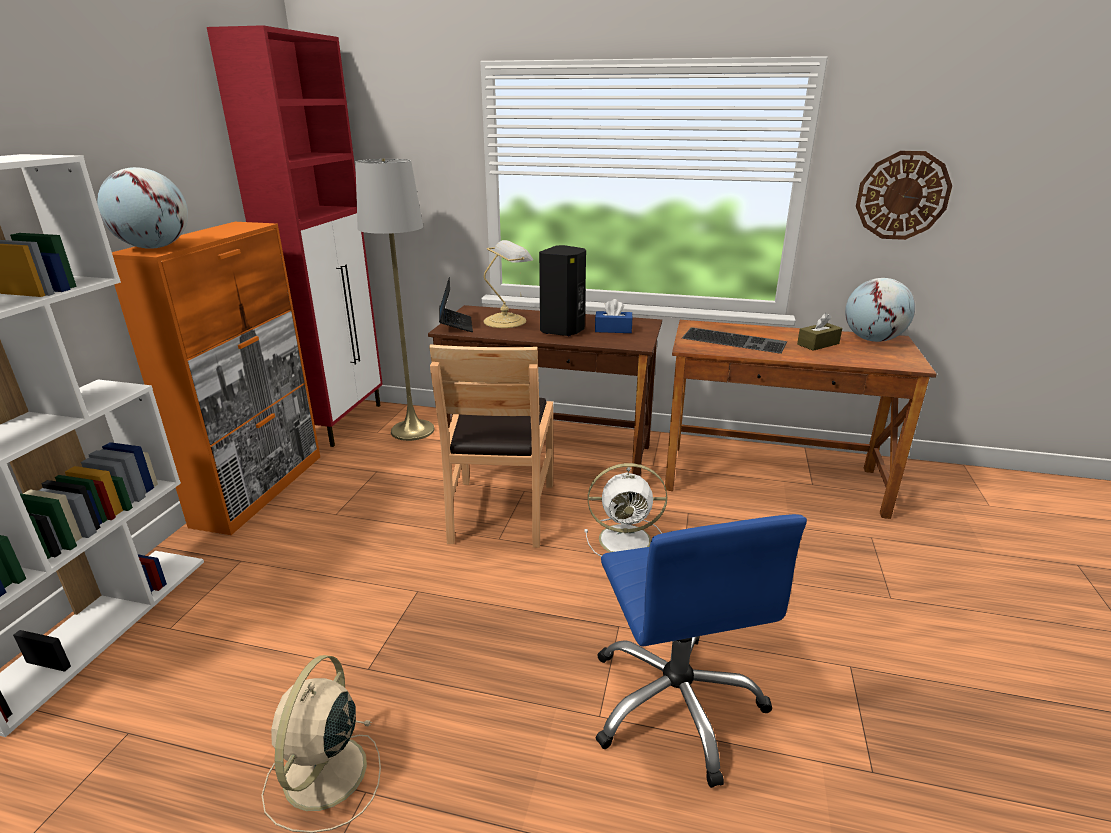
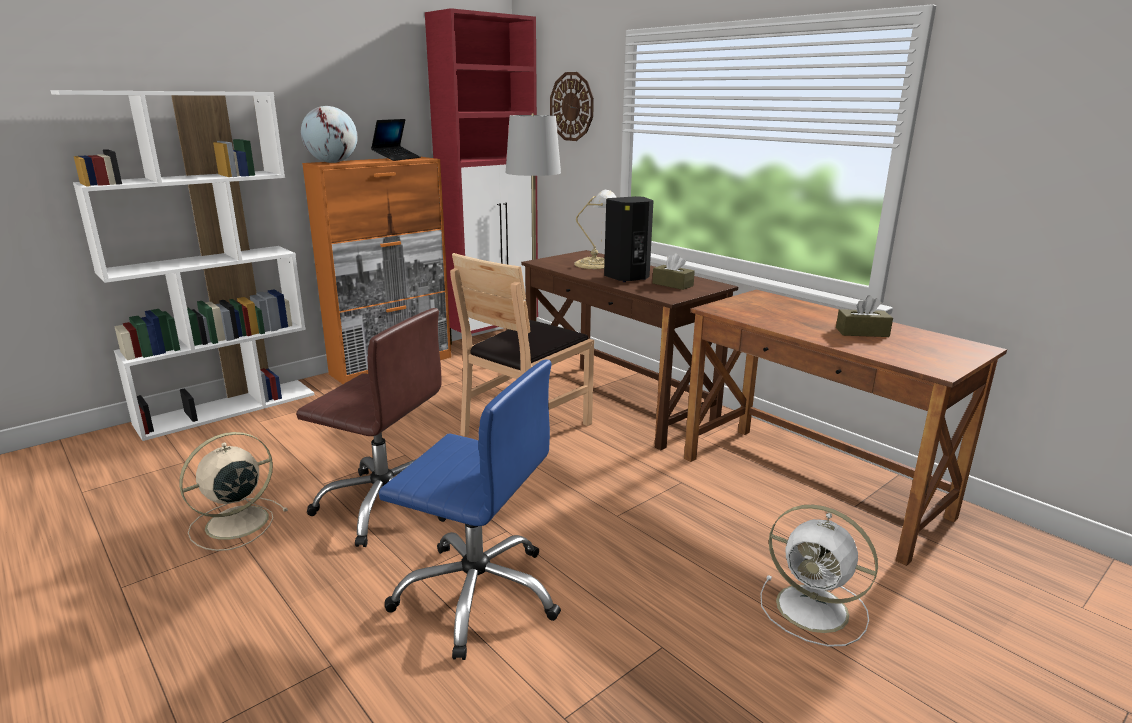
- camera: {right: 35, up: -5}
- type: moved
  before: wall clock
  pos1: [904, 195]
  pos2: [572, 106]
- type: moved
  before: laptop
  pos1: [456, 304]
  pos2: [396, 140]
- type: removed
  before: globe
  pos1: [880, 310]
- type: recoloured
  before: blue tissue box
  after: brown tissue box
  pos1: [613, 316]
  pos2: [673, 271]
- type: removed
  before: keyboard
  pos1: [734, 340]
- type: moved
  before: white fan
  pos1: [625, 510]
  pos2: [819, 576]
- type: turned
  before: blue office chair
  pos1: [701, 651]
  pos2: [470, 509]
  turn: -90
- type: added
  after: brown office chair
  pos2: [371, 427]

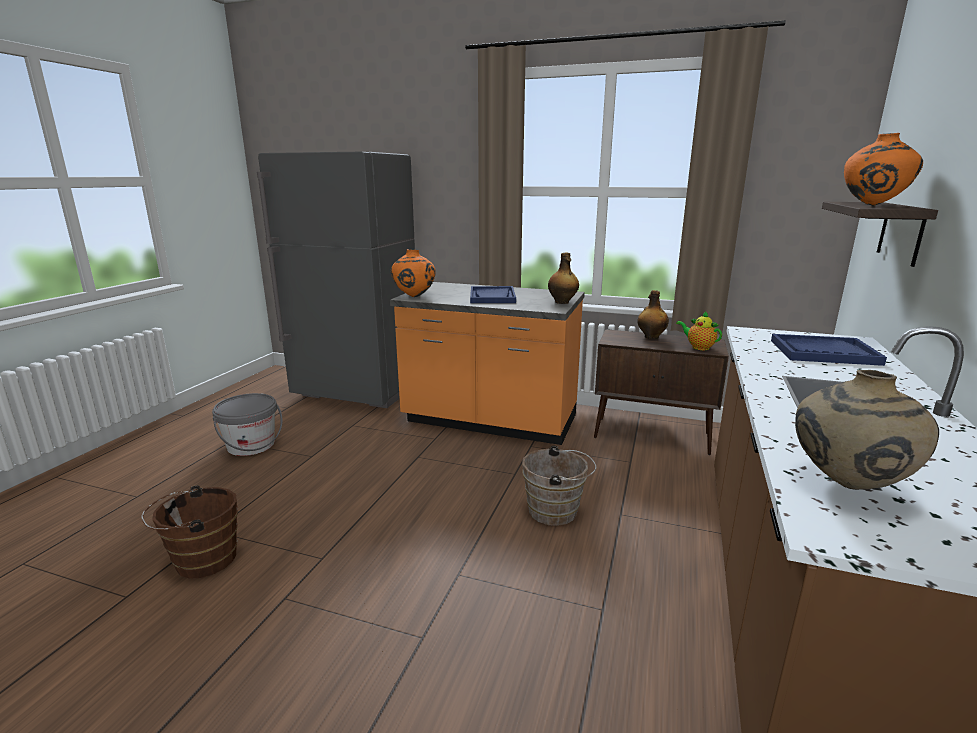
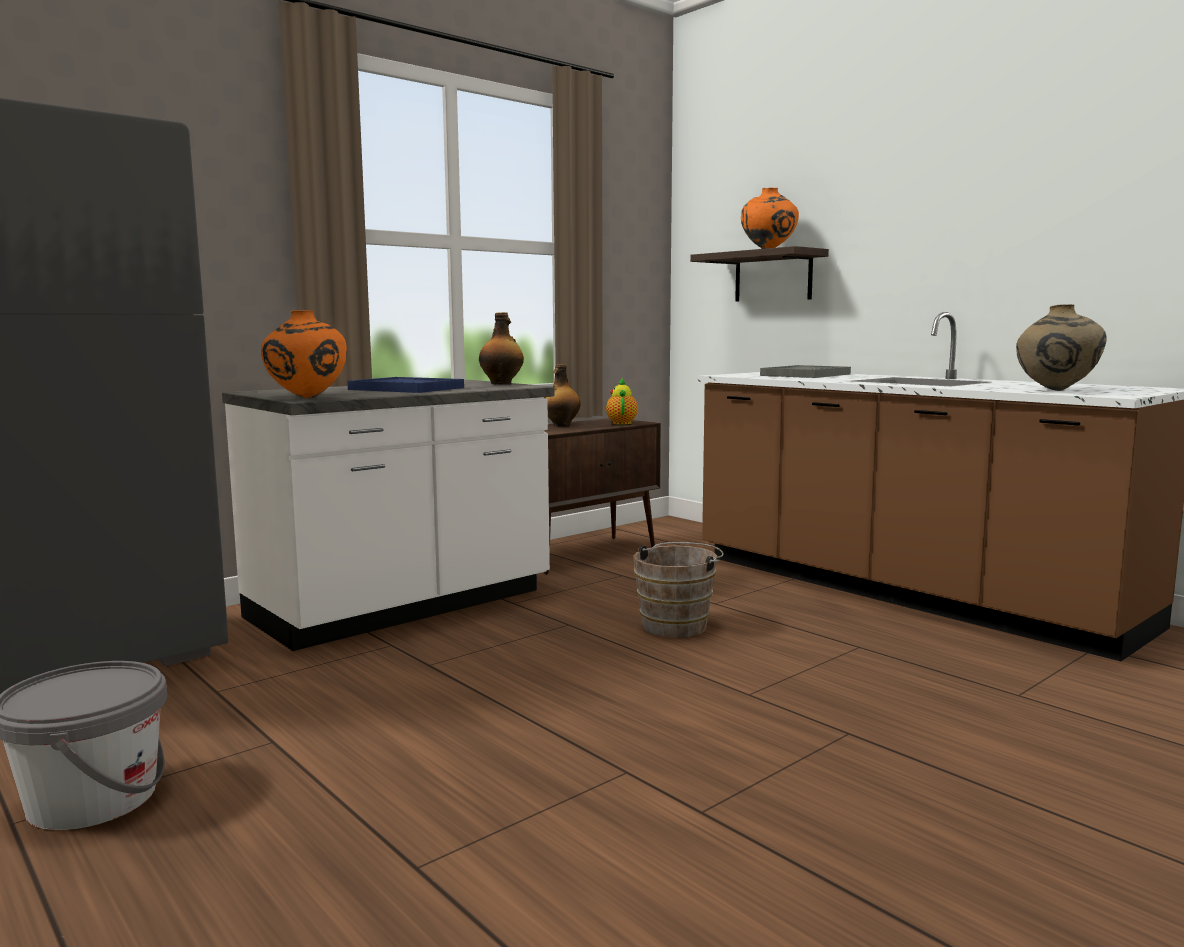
- camera: {right: -60, up: -10}
- type: recoloured
  before: orange counter
  after: white counter
  pos1: [487, 363]
  pos2: [388, 515]
- type: turned
  before: teapot
  pos1: [699, 330]
  pos2: [622, 401]
  turn: 105
- type: recoloured
  before: blue tray
  after: grey tray
  pos1: [829, 350]
  pos2: [805, 371]
- type: removed
  before: brown bucket
  pos1: [190, 531]

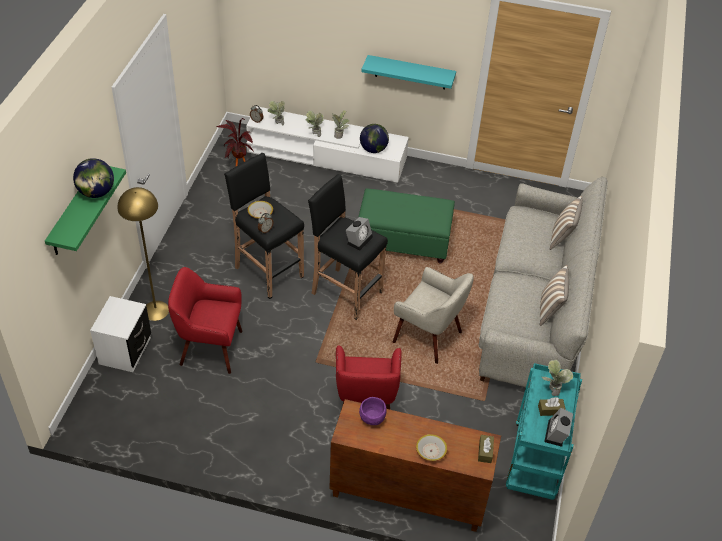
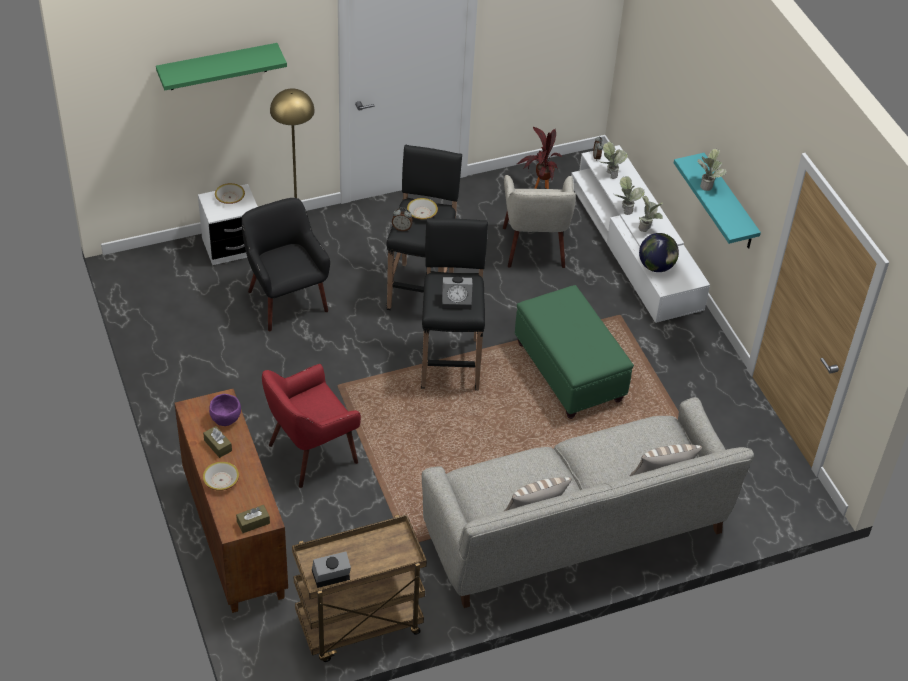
- camera: {right: 55, up: 0}
- type: removed
  before: globe
  pos1: [93, 178]
- type: recoloured
  before: red armchair
  after: black armchair
  pos1: [205, 320]
  pos2: [286, 264]
- type: moved
  before: beige armchair
  pos1: [433, 315]
  pos2: [539, 221]
- type: moved
  before: potted plant
  pos1: [557, 378]
  pos2: [712, 170]
- type: recoloured
  before: turquoise cart
  after: brown cart
  pos1: [544, 431]
  pos2: [359, 588]
- type: moved
  before: brown tissue box
  pos1: [552, 406]
  pos2: [217, 442]
- type: added
  after: bowl
  pos2: [230, 193]

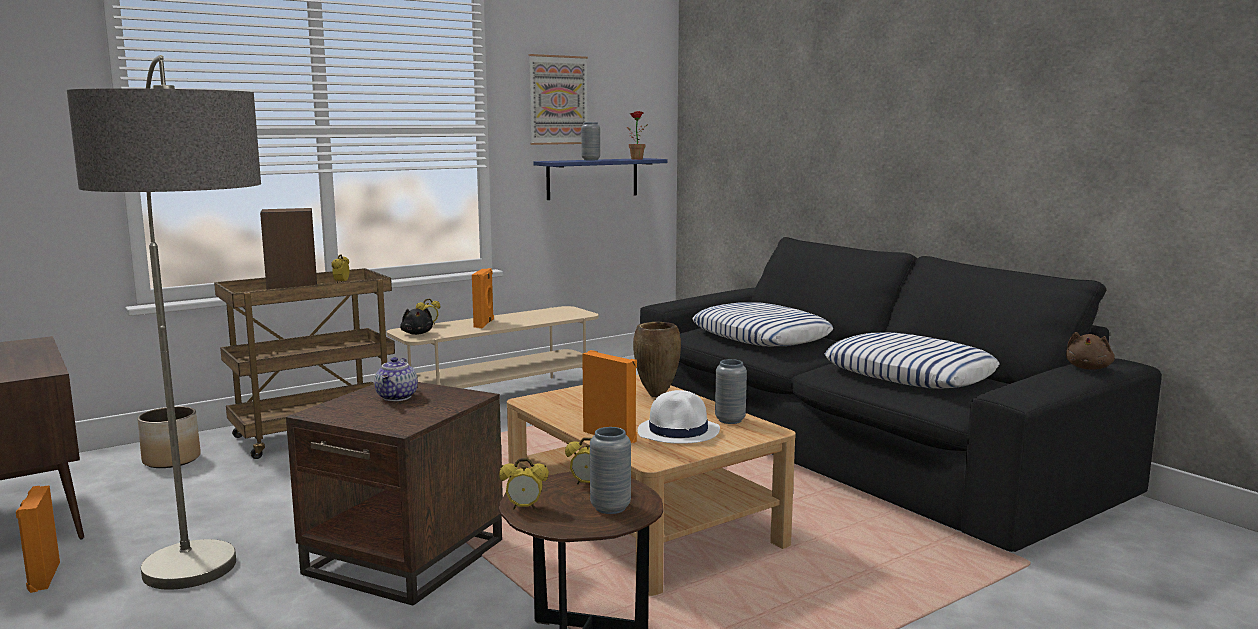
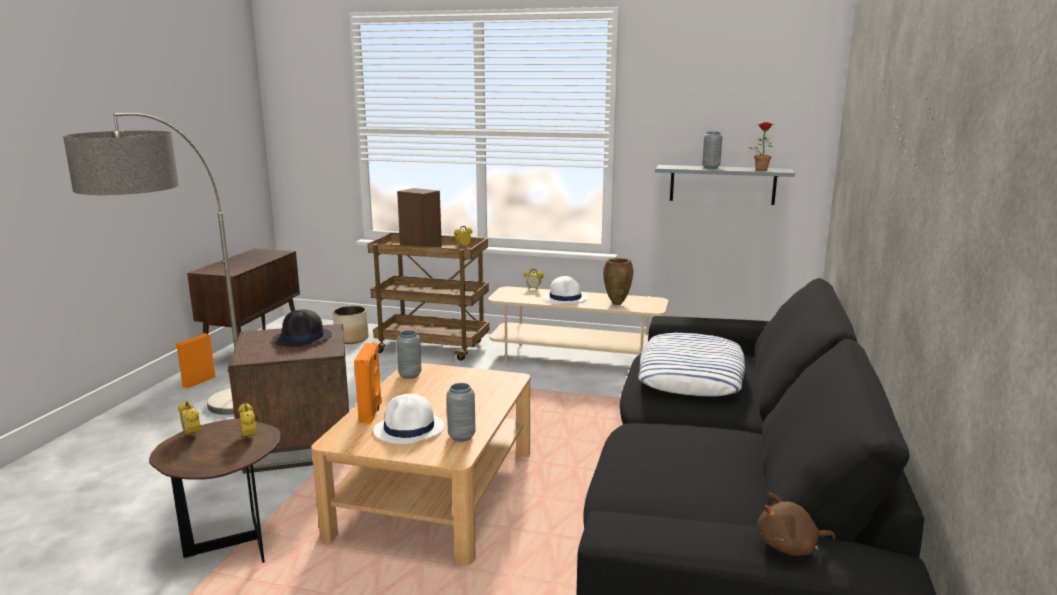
- camera: {right: 50, up: 5}
- type: removed
  before: picture
  pos1: [558, 99]
- type: recoloured
  before: blue shelf
  after: grey shelf
  pos1: [600, 179]
  pos2: [725, 185]
- type: replaced
  before: orange speaker
  after: white hat
  pos1: [483, 298]
  pos2: [566, 290]
- type: removed
  before: black plush toy
  pos1: [416, 321]
- type: moved
  before: brown vase
  pos1: [657, 359]
  pos2: [618, 281]
- type: removed
  before: pillow
  pos1: [912, 360]
- type: replaced
  before: teapot
  after: black hat
  pos1: [396, 379]
  pos2: [302, 328]
- type: moved
  before: grey vase
  pos1: [610, 470]
  pos2: [409, 354]

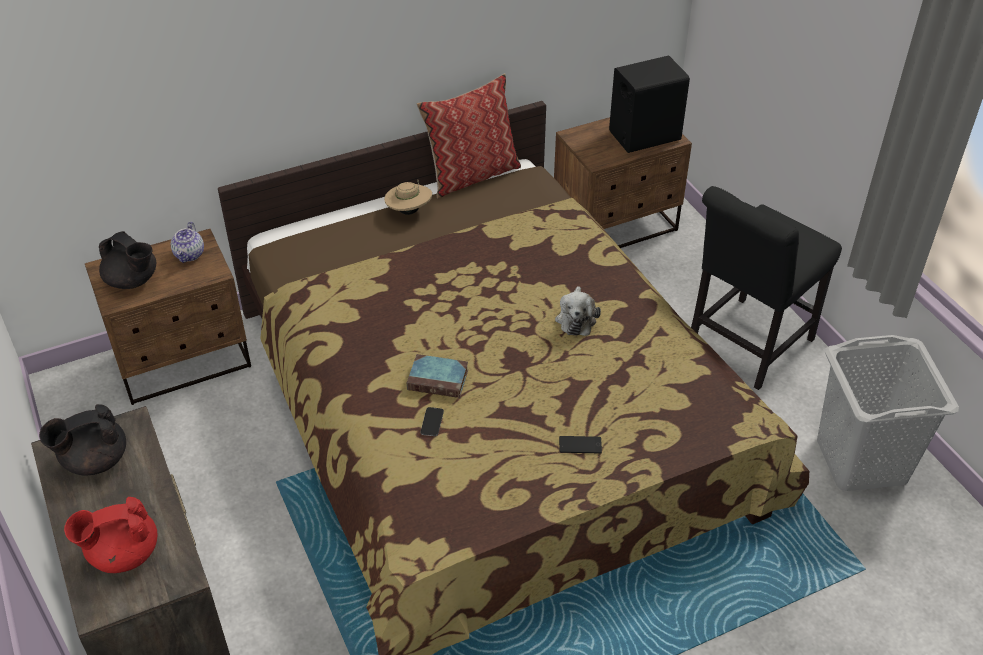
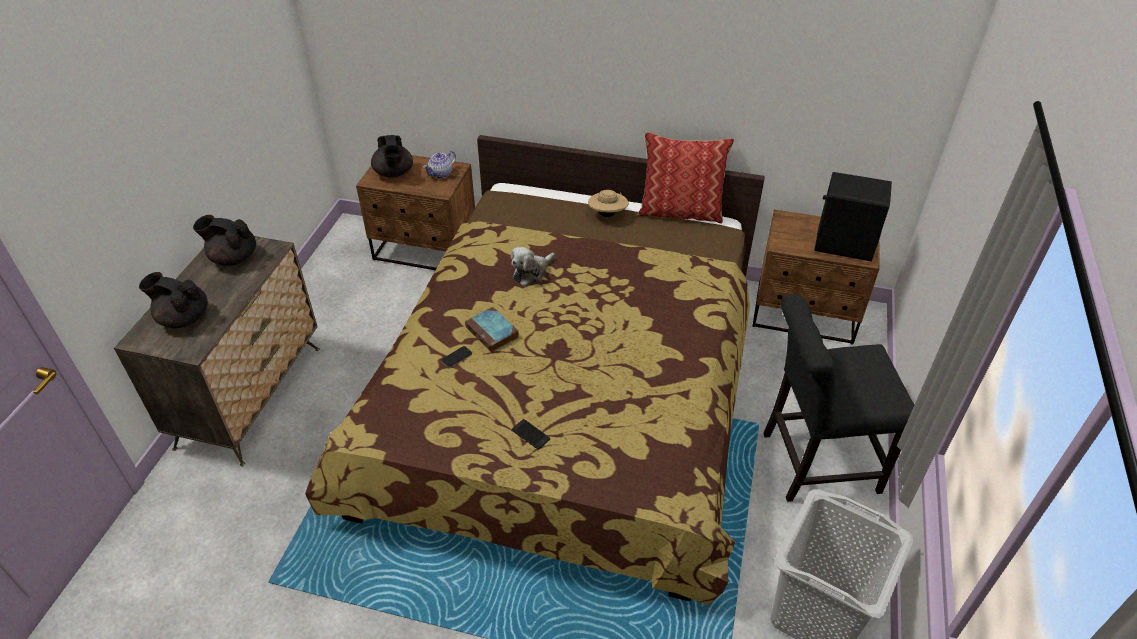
- camera: {right: 40, up: 0}
- type: moved
  before: plush toy
  pos1: [578, 311]
  pos2: [533, 267]
- type: recoloured
  before: red teapot
  after: black teapot
  pos1: [111, 535]
  pos2: [173, 300]

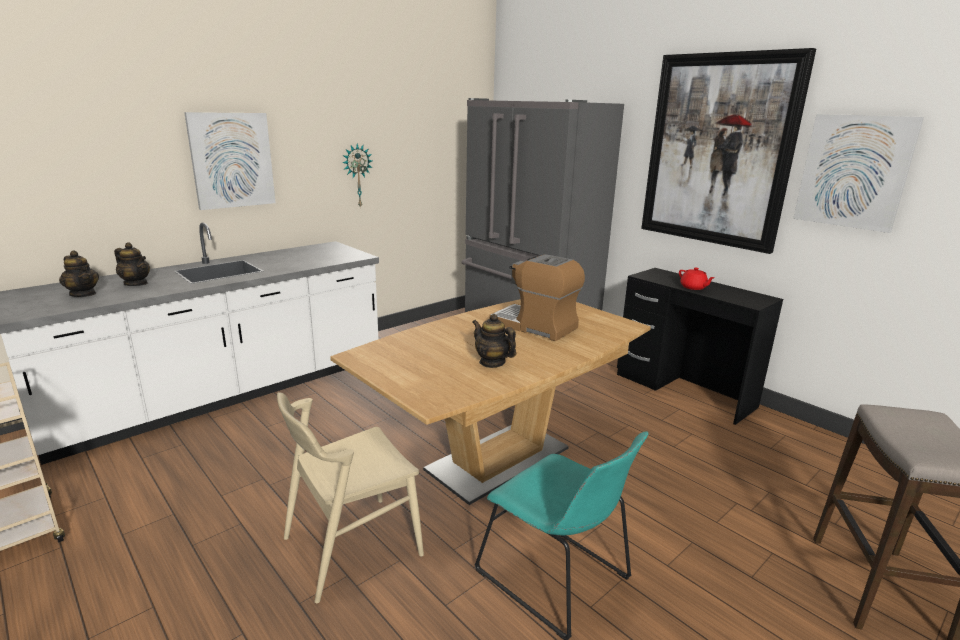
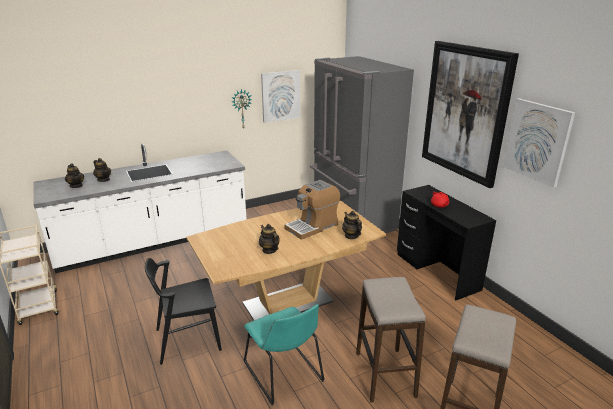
- camera: {right: 15, up: 5}
- type: moved
  before: picture
  pos1: [230, 161]
  pos2: [280, 96]
- type: turned
  before: coffee machine
  pos1: [537, 298]
  pos2: [312, 210]
  turn: -90
- type: recoloured
  before: beige chair
  after: black chair
  pos1: [350, 497]
  pos2: [183, 311]
- type: added
  after: teapot
  pos2: [352, 225]
- type: added
  after: stool
  pos2: [391, 339]

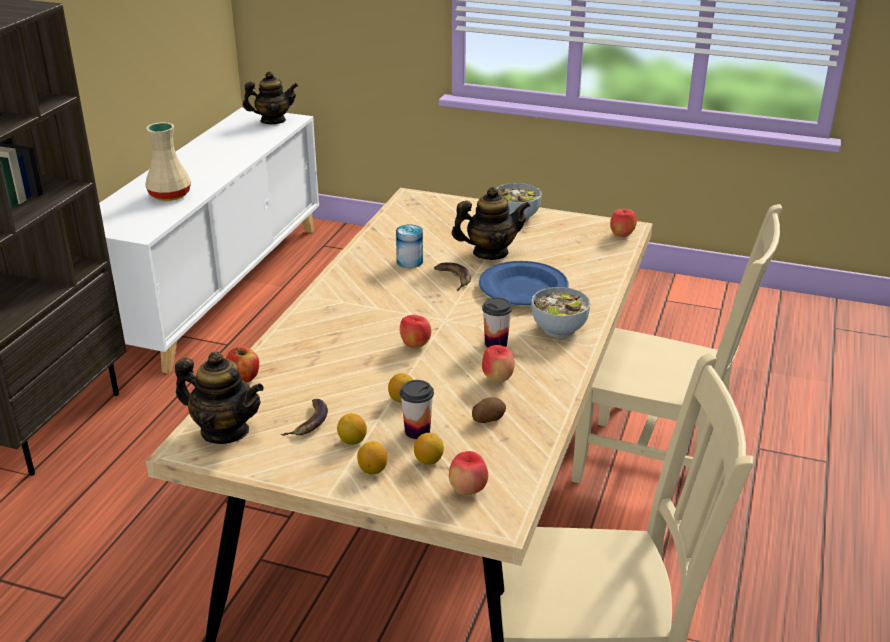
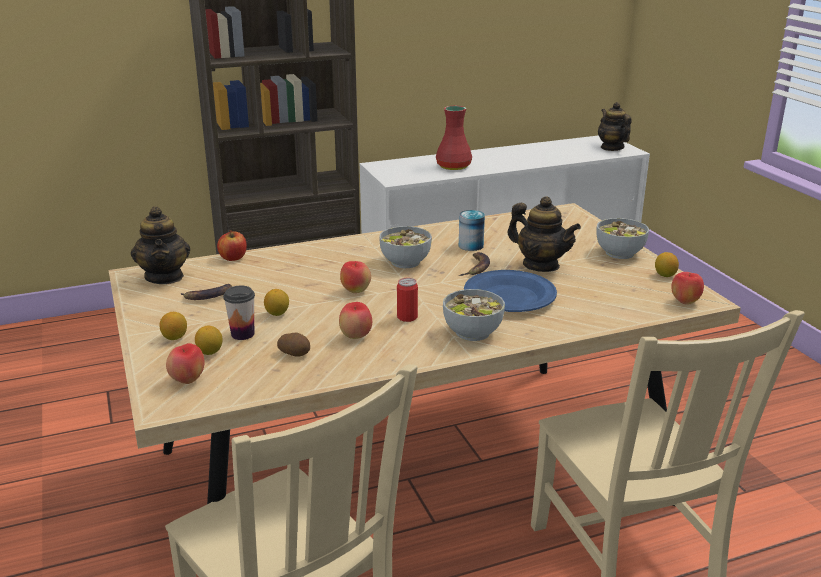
- camera: {right: 50, up: -5}
- type: turned
  before: teapot
  pos1: [270, 97]
  pos2: [615, 126]
  turn: -150
- type: recoloured
  before: beige vase
  after: red vase
  pos1: [168, 161]
  pos2: [454, 138]
- type: replaced
  before: cup
  after: can
  pos1: [497, 322]
  pos2: [407, 300]
- type: moved
  before: lemon
  pos1: [352, 429]
  pos2: [667, 264]
- type: added
  after: bowl
  pos2: [405, 247]

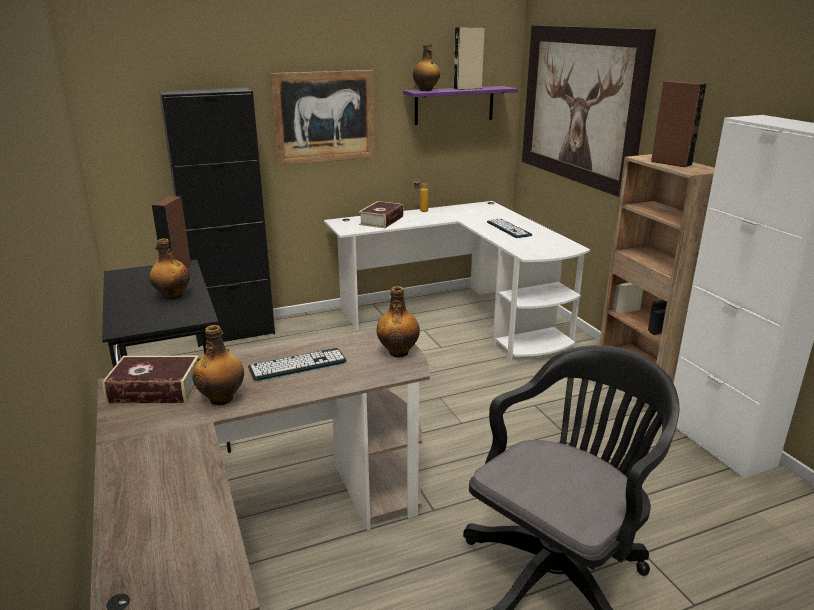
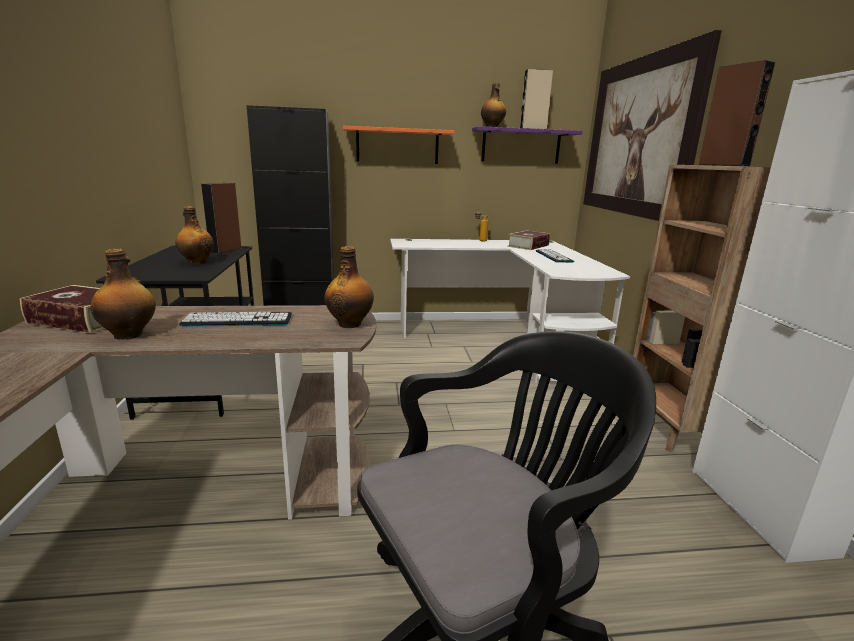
- camera: {right: 15, up: -5}
- type: replaced
  before: picture
  after: orange shelf
  pos1: [322, 118]
  pos2: [399, 145]
- type: moved
  before: book
  pos1: [381, 214]
  pos2: [528, 240]

